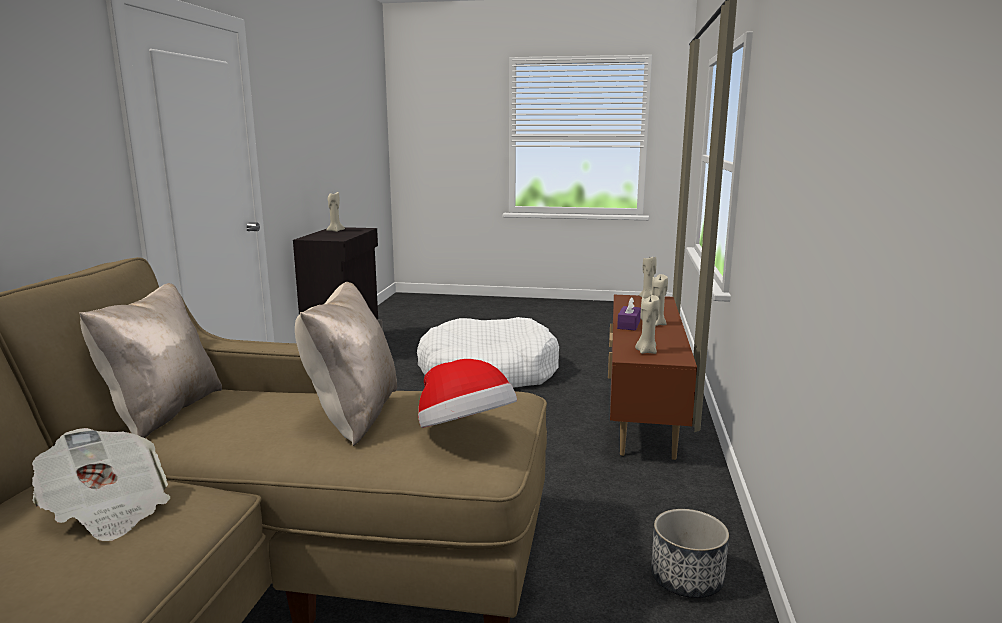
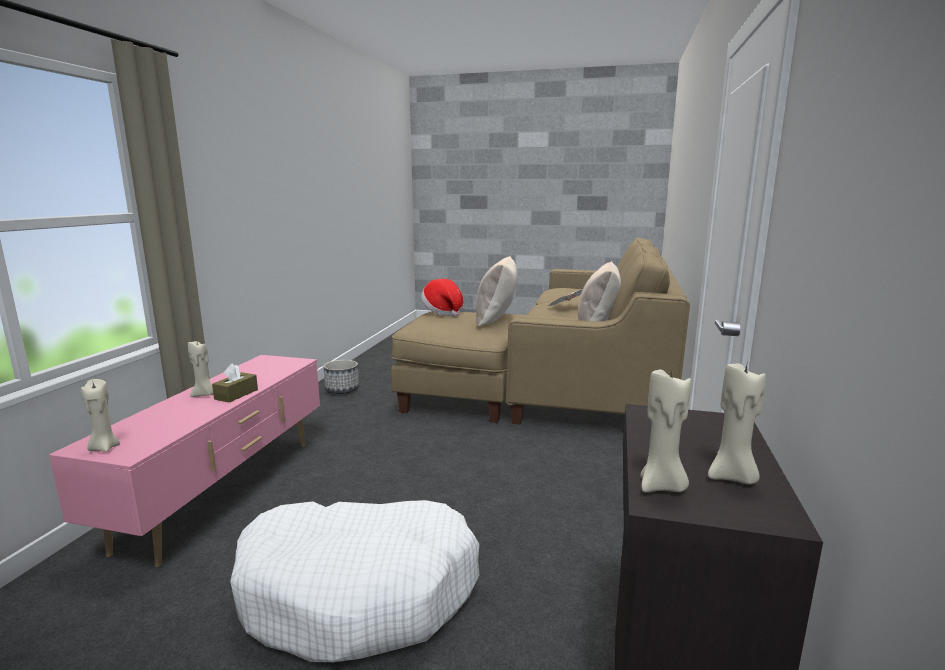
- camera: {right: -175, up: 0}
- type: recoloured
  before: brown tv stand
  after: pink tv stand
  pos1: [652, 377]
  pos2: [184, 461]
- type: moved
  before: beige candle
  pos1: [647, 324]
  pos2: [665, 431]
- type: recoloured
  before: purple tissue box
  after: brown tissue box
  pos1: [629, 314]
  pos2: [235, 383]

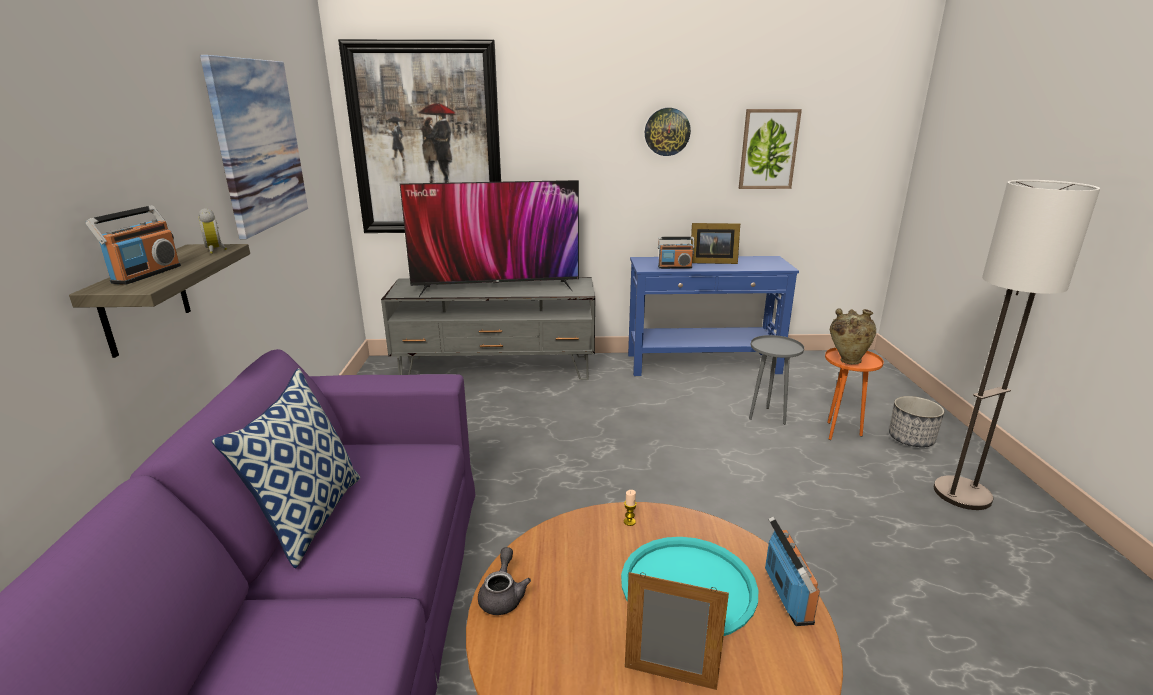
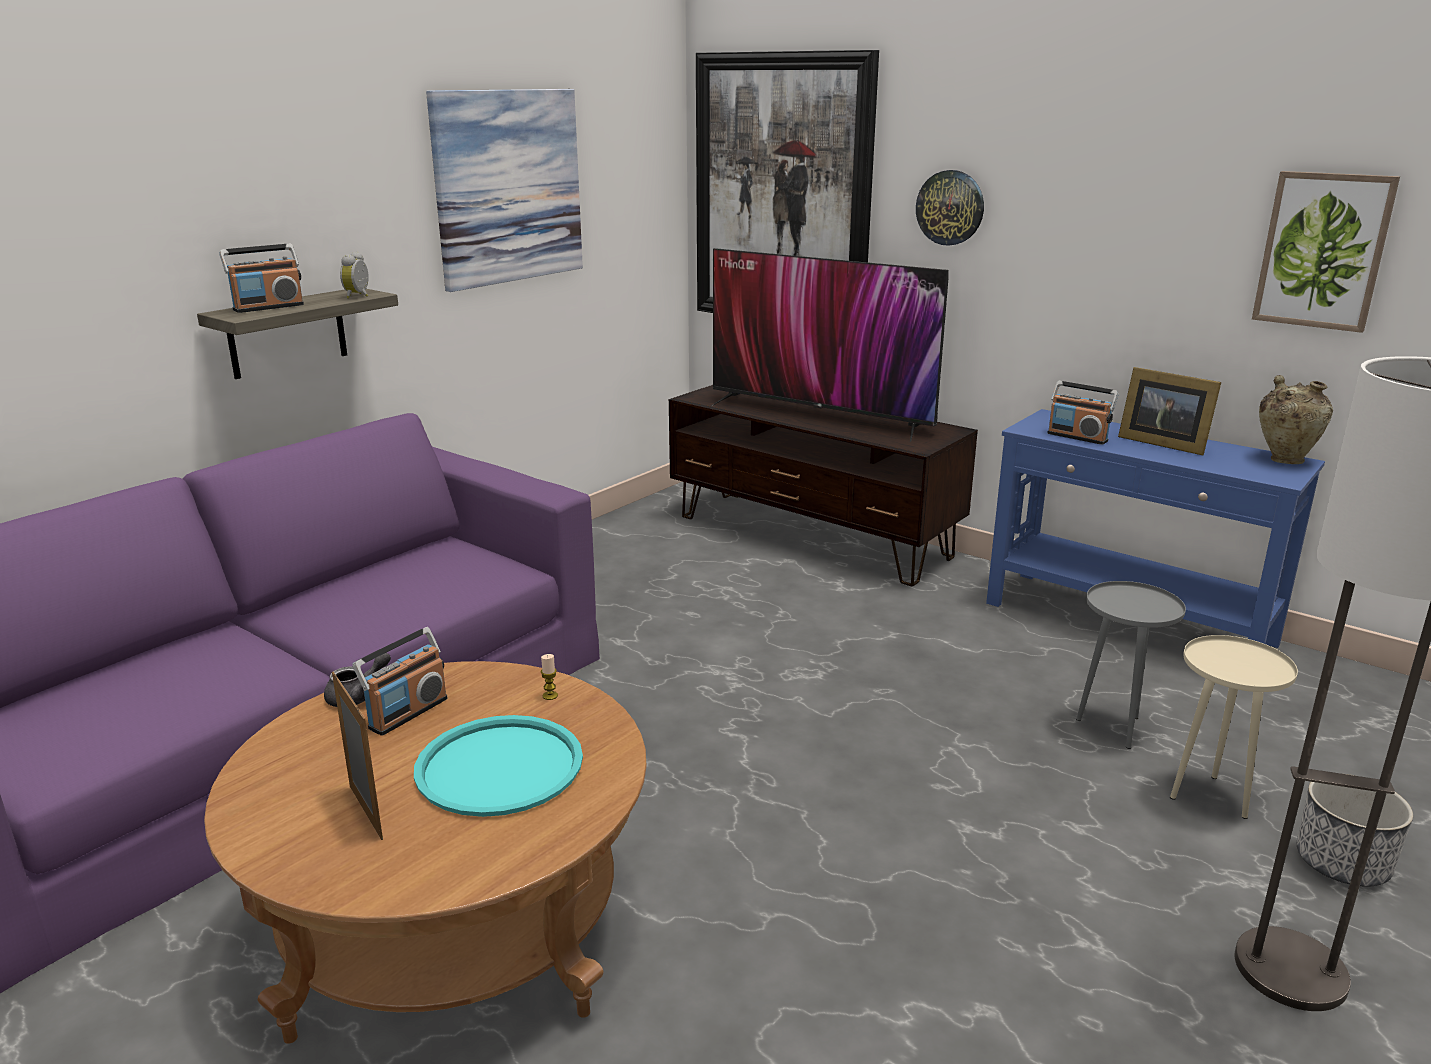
- camera: {right: 40, up: 0}
- type: moved
  before: wall clock
  pos1: [668, 132]
  pos2: [950, 208]
- type: recoloured
  before: grey tv stand
  after: brown tv stand
  pos1: [488, 328]
  pos2: [823, 485]
- type: moved
  before: beige vase
  pos1: [852, 336]
  pos2: [1296, 419]
- type: recoloured
  before: orange side table
  after: beige side table
  pos1: [854, 394]
  pos2: [1234, 727]
- type: removed
  before: pillow
  pos1: [286, 468]
- type: moved
  before: radio
  pos1: [792, 571]
  pos2: [400, 681]

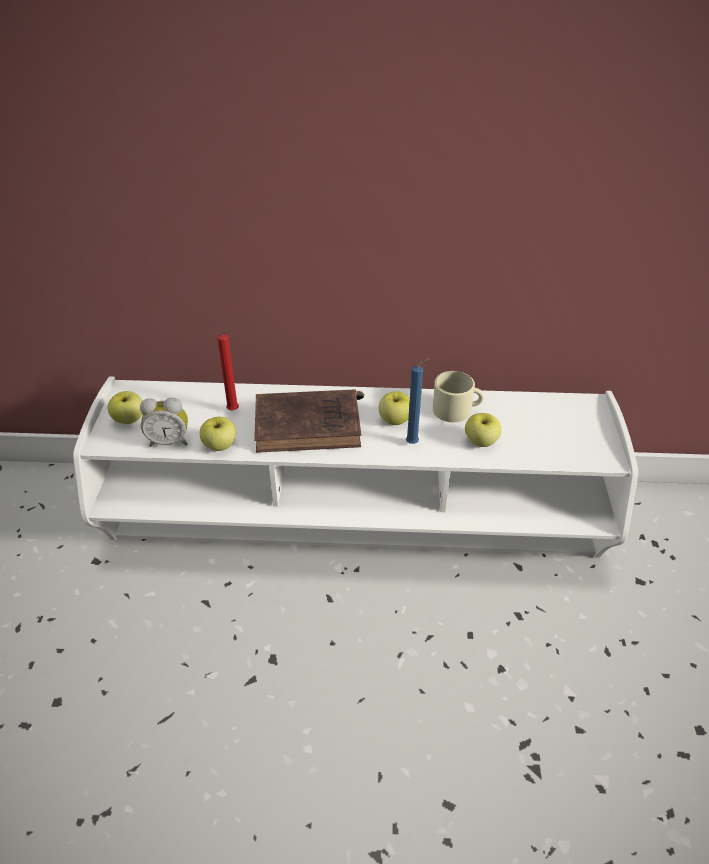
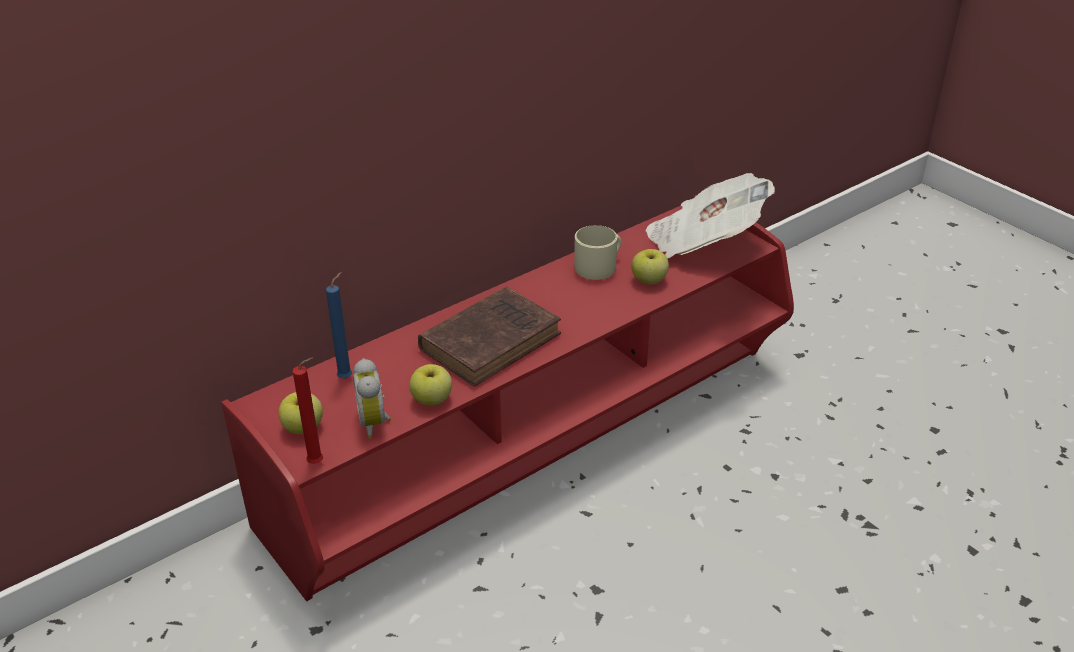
- camera: {right: -40, up: -5}
- type: moved
  before: red candle
  pos1: [228, 370]
  pos2: [307, 410]
- type: moved
  before: blue candle
  pos1: [418, 401]
  pos2: [339, 325]
- type: recoloured
  before: white tv stand
  after: red tv stand
  pos1: [355, 467]
  pos2: [507, 398]
- type: removed
  before: apple
  pos1: [394, 408]
- type: turned
  before: alarm clock
  pos1: [164, 422]
  pos2: [372, 398]
  turn: 120
- type: added
  after: newspaper
  pos2: [710, 216]

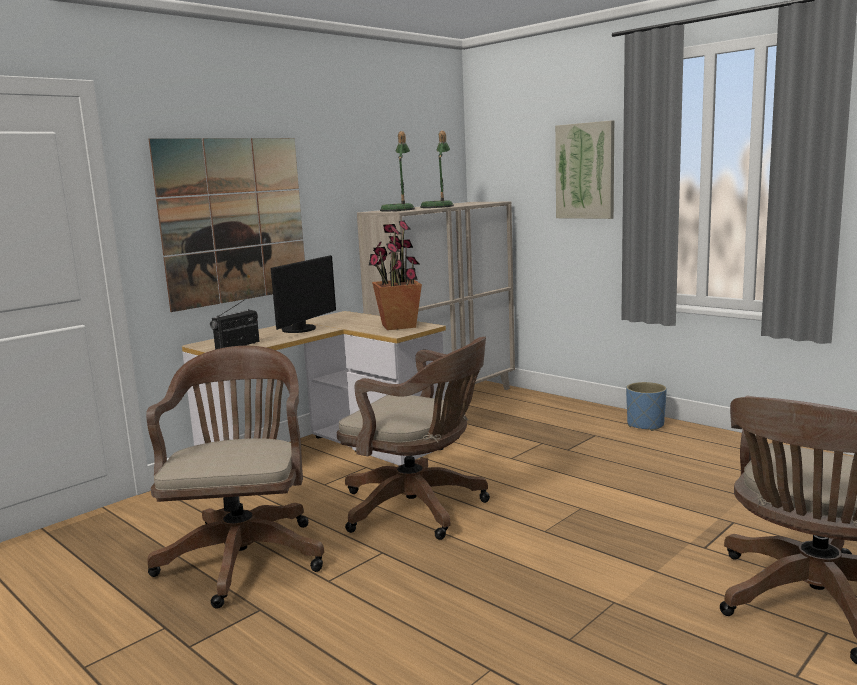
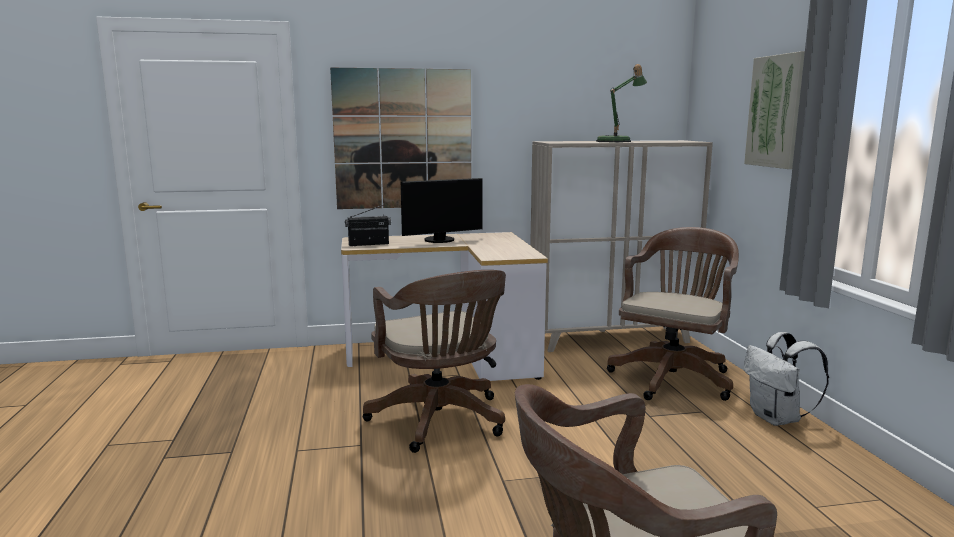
- camera: {right: 35, up: 0}
- type: removed
  before: table lamp
  pos1: [397, 171]
- type: removed
  before: potted plant
  pos1: [395, 275]
- type: moved
  before: brown office chair
  pos1: [235, 477]
  pos2: [673, 314]
- type: replaced
  before: blue planter
  after: white backpack
  pos1: [646, 406]
  pos2: [786, 379]

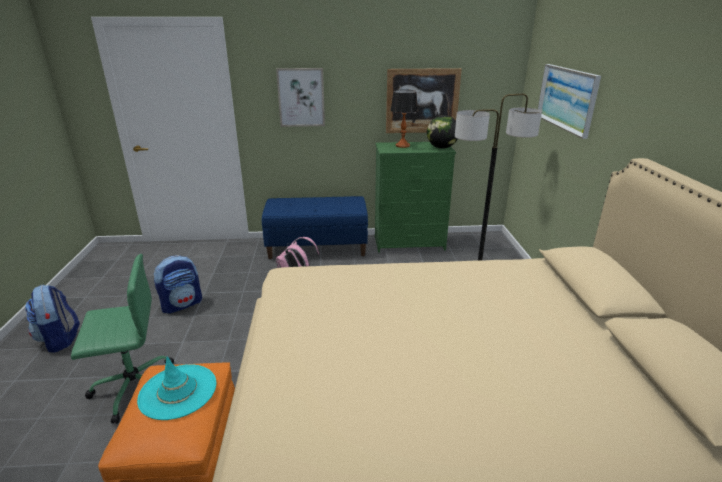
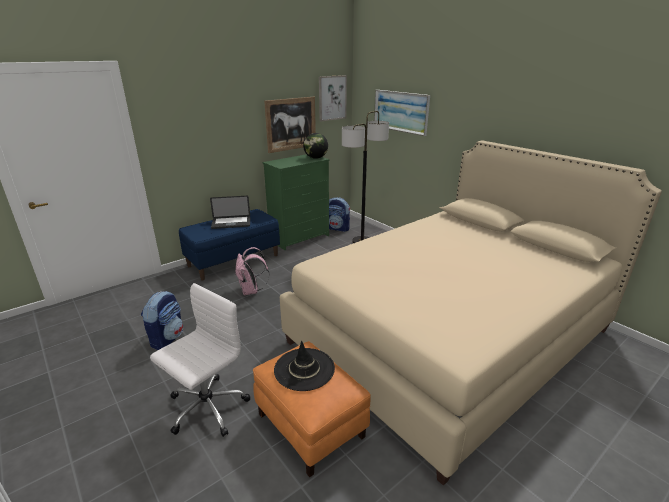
- camera: {right: -35, up: 0}
- type: moved
  before: picture
  pos1: [300, 97]
  pos2: [333, 98]
- type: removed
  before: table lamp
  pos1: [404, 119]
- type: recoloured
  before: green office chair
  after: white office chair
  pos1: [122, 339]
  pos2: [200, 360]
- type: moved
  before: backpack
  pos1: [52, 319]
  pos2: [339, 214]
- type: recoloured
  before: turquoise hat
  after: black hat
  pos1: [176, 388]
  pos2: [304, 366]
- type: added
  after: laptop
  pos2: [230, 212]

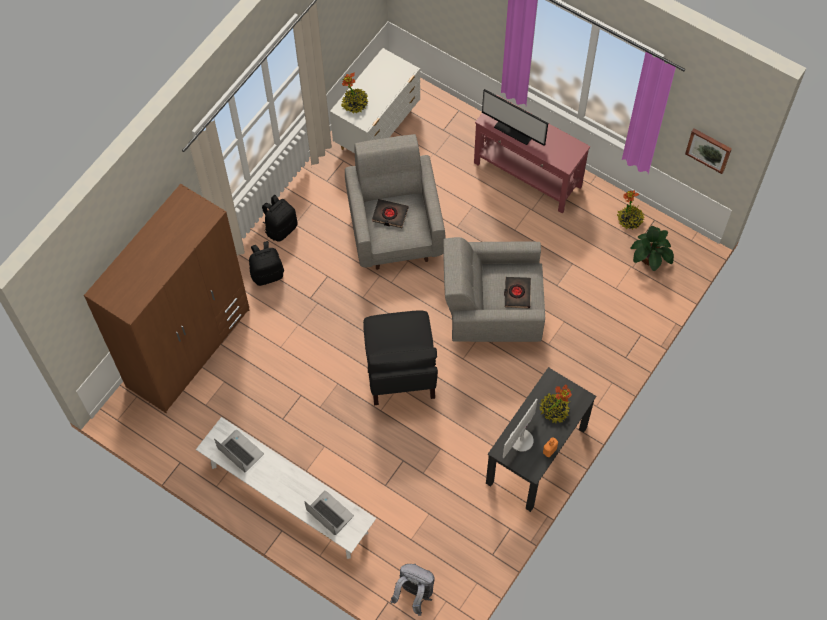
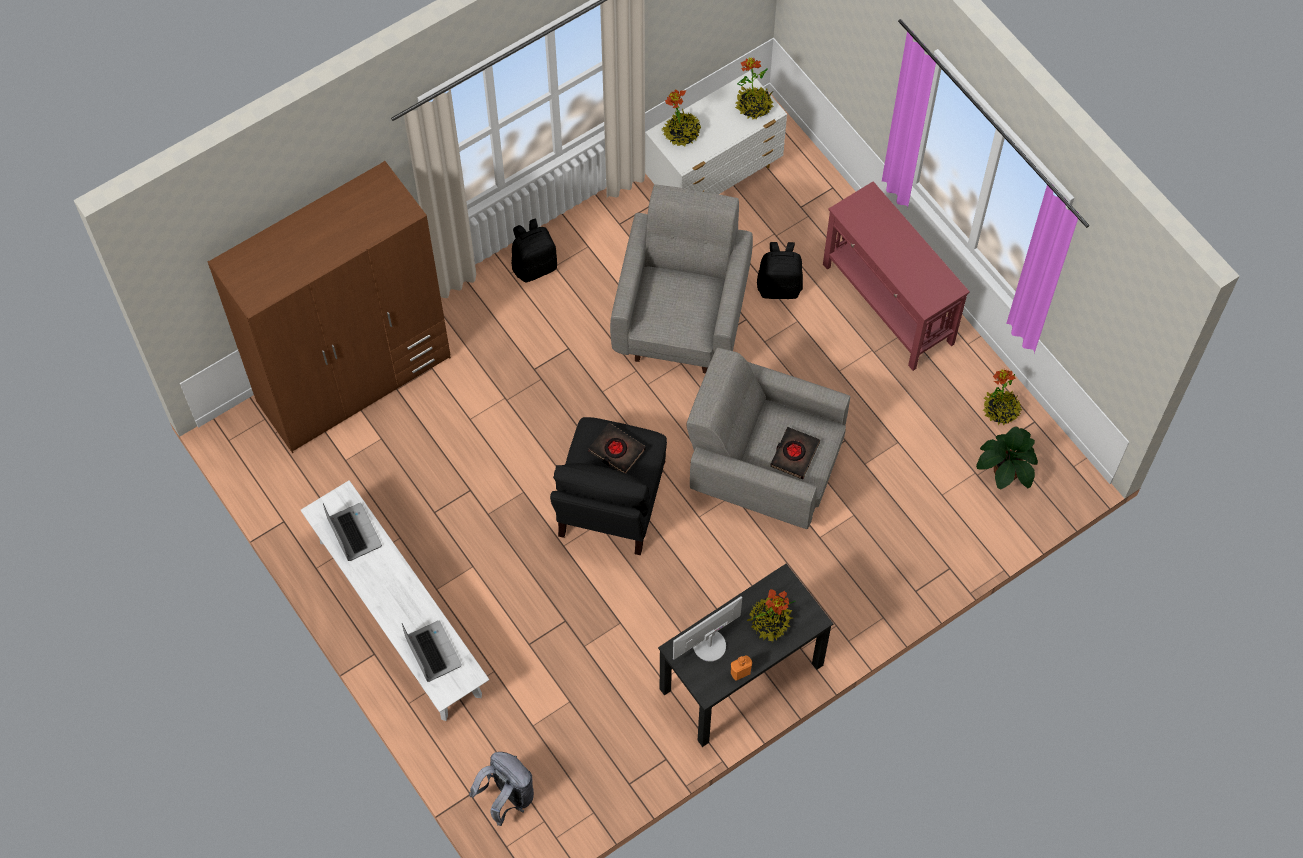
- camera: {right: 20, up: 0}
- type: removed
  before: monitor
  pos1: [515, 117]
- type: removed
  before: picture
  pos1: [708, 151]
- type: moved
  before: black book
  pos1: [390, 213]
  pos2: [617, 448]
- type: moved
  before: black backpack
  pos1: [266, 263]
  pos2: [780, 270]
- type: added
  after: potted plant
  pos2: [754, 88]

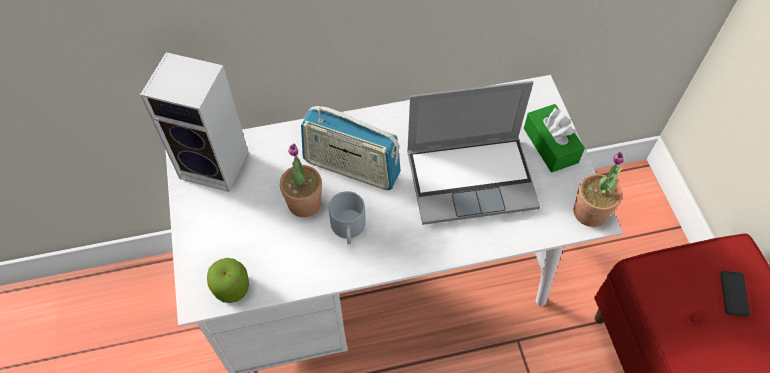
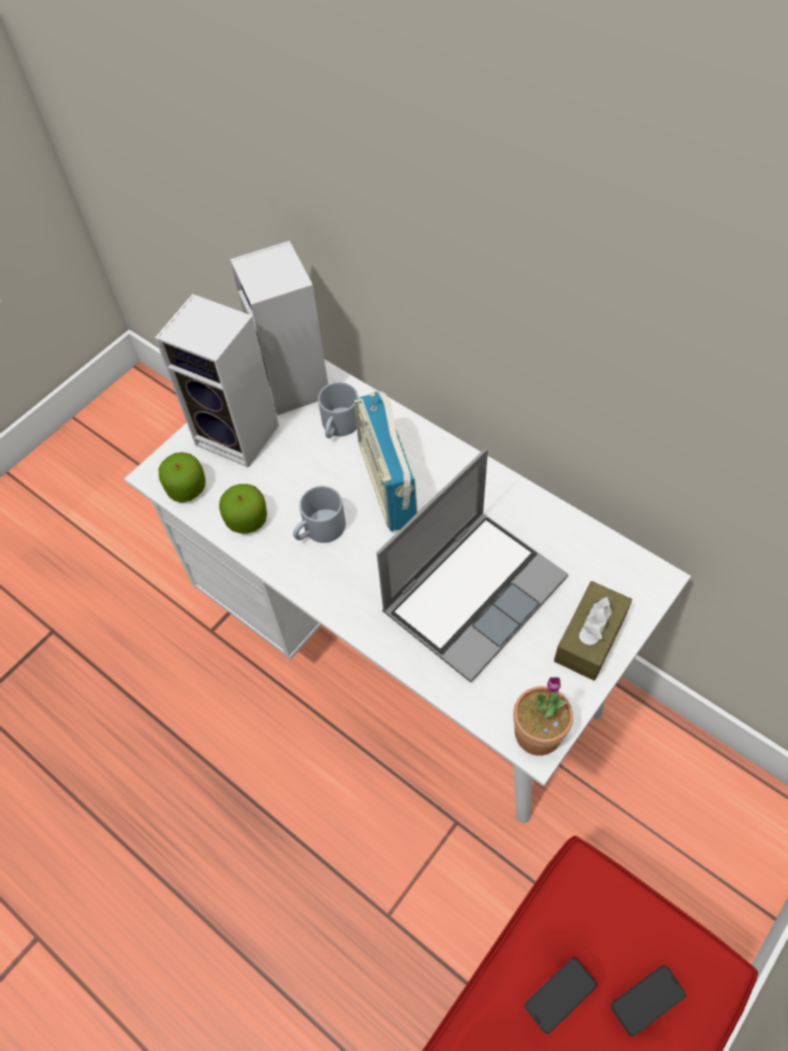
- camera: {right: 55, up: 0}
- type: turned
  before: laptop
  pos1: [473, 153]
  pos2: [472, 565]
  turn: -90
- type: recoloured
  before: green tissue box
  after: brown tissue box
  pos1: [554, 138]
  pos2: [593, 631]
- type: removed
  before: potted plant
  pos1: [301, 180]
- type: added
  after: speaker
  pos2: [217, 381]
- type: added
  after: grey mug
  pos2: [338, 410]
- type: added
  after: apple
  pos2: [243, 509]
- type: added
  after: phone
  pos2: [561, 996]

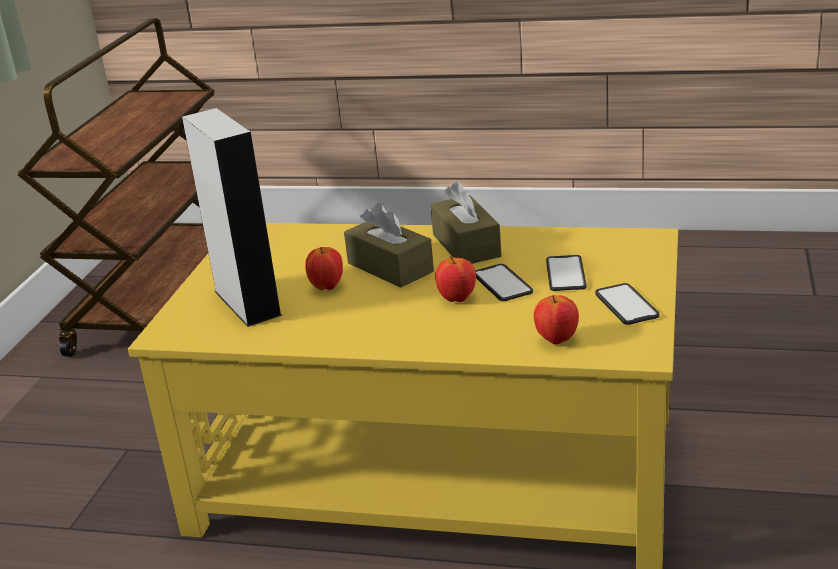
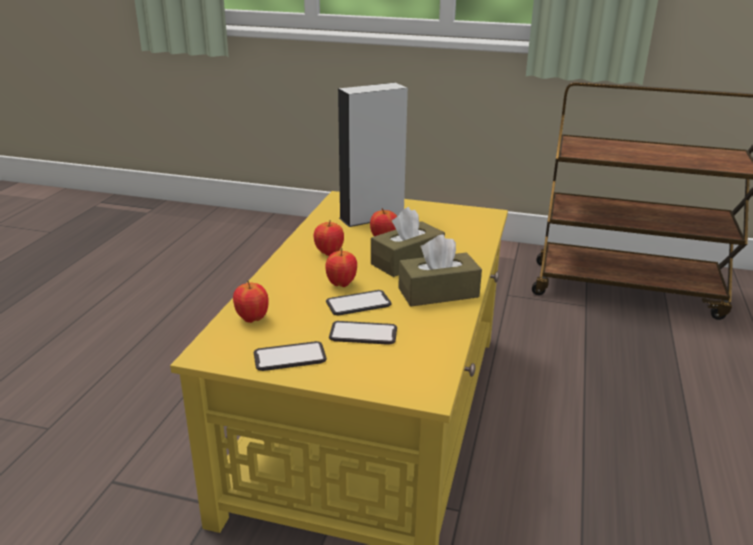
- camera: {right: 90, up: 0}
- type: added
  after: apple
  pos2: [329, 238]

